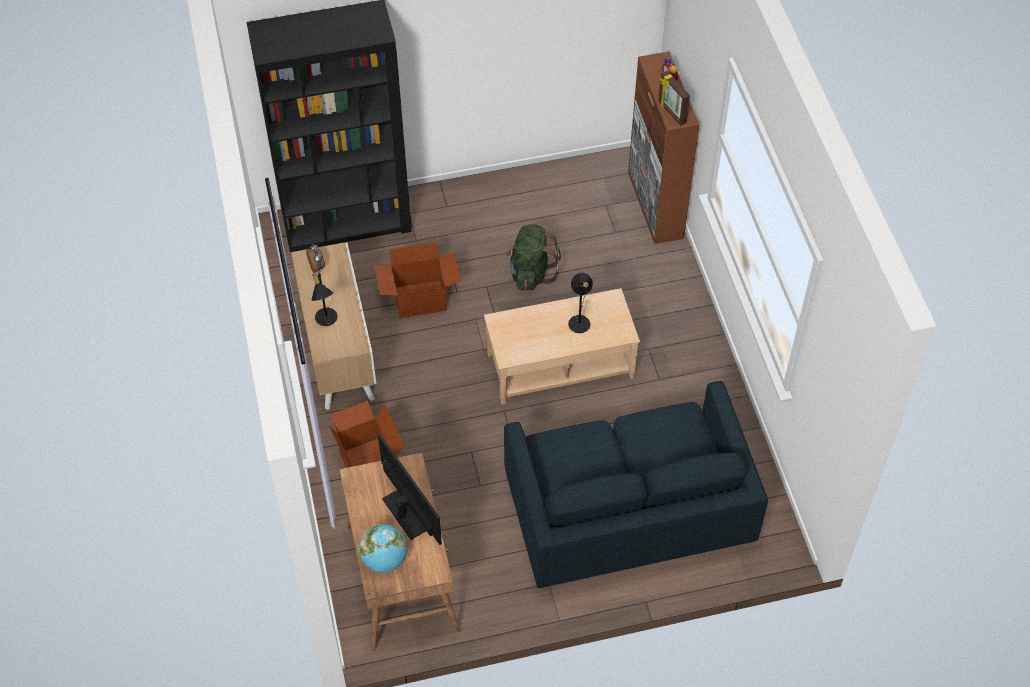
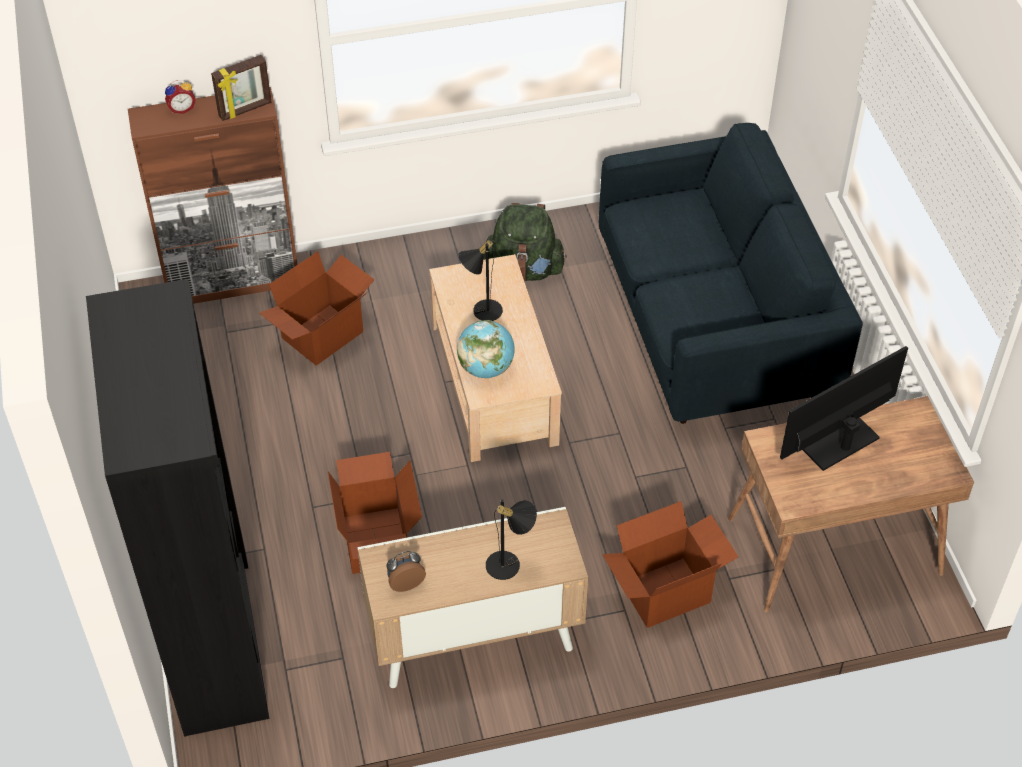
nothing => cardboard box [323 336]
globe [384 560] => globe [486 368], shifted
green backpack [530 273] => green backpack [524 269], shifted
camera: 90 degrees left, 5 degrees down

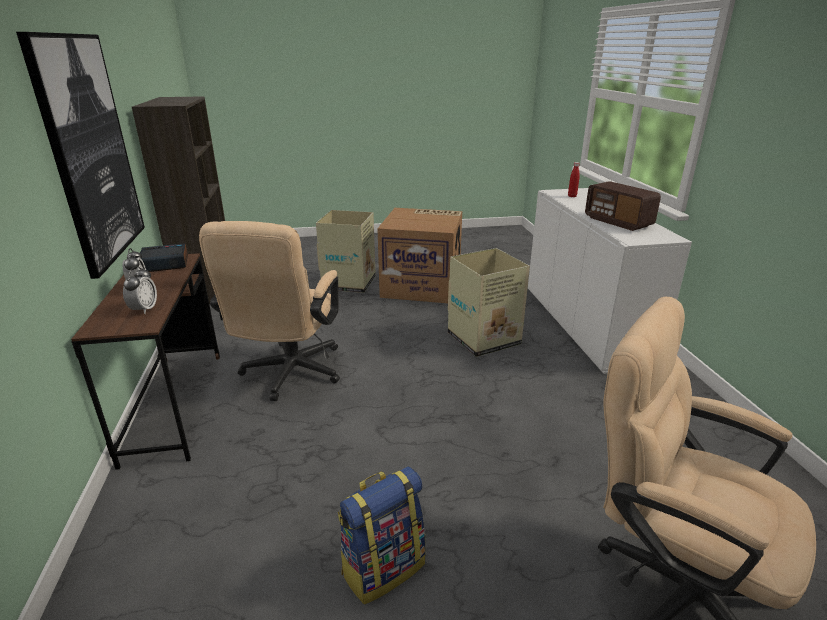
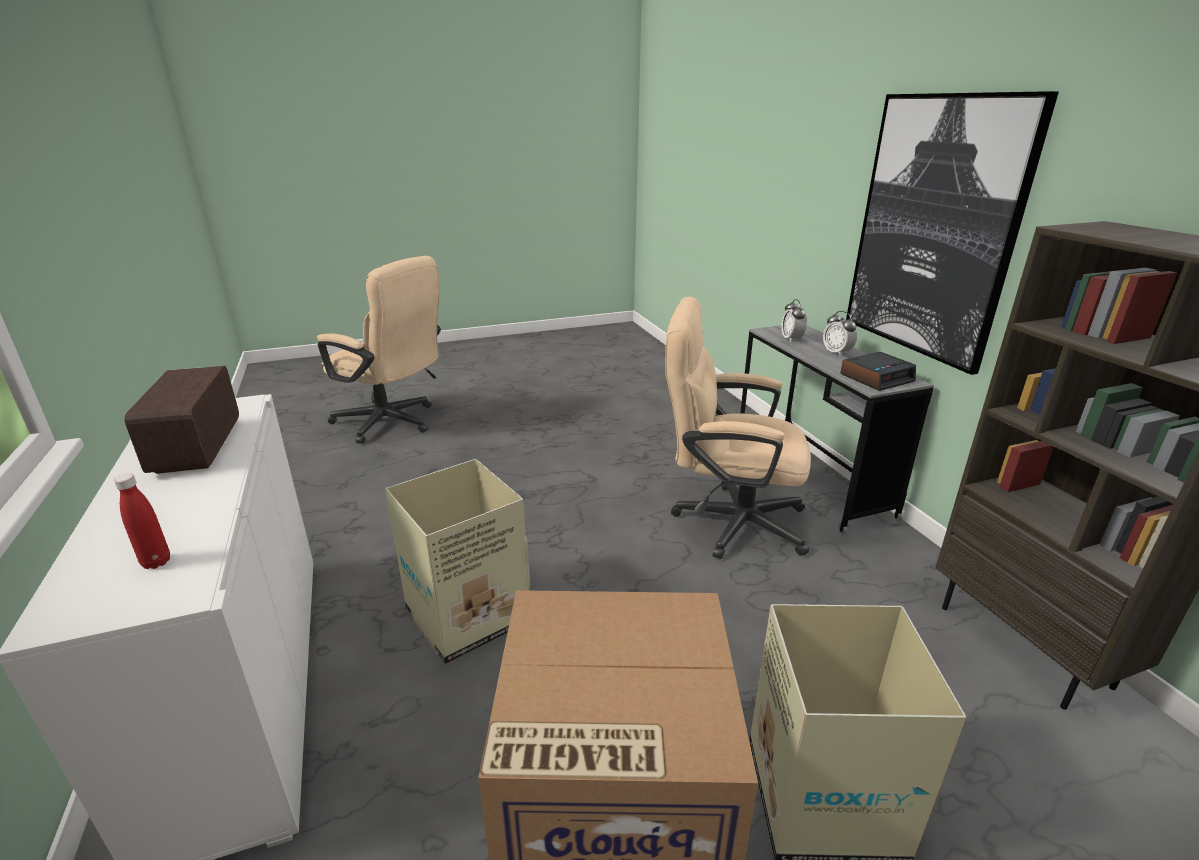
backpack [383 567] => nothing
brown desk [175 405] => grey desk [810 479]
beige office chair [289 375] => beige office chair [727 521], 75 degrees counterclockwise
radio [618 222] => radio [198 447], 150 degrees counterclockwise
camera: 170 degrees right, 0 degrees up

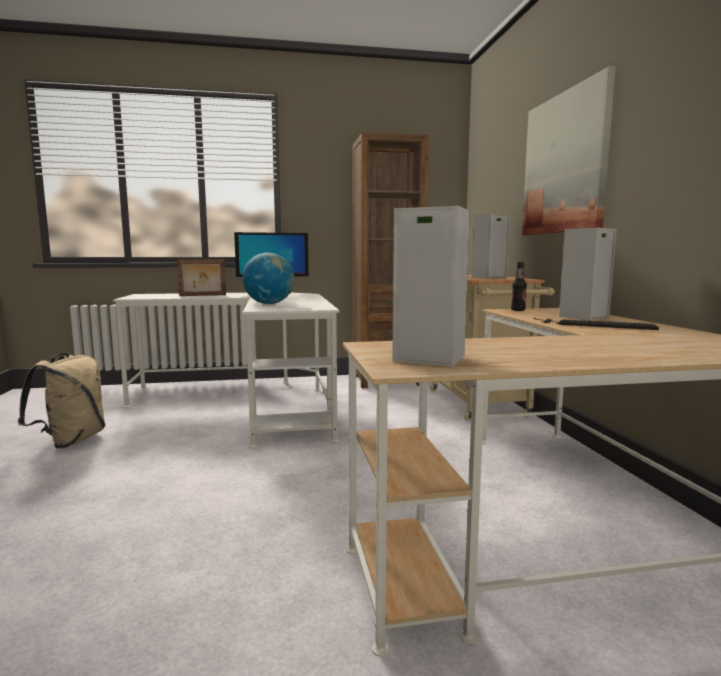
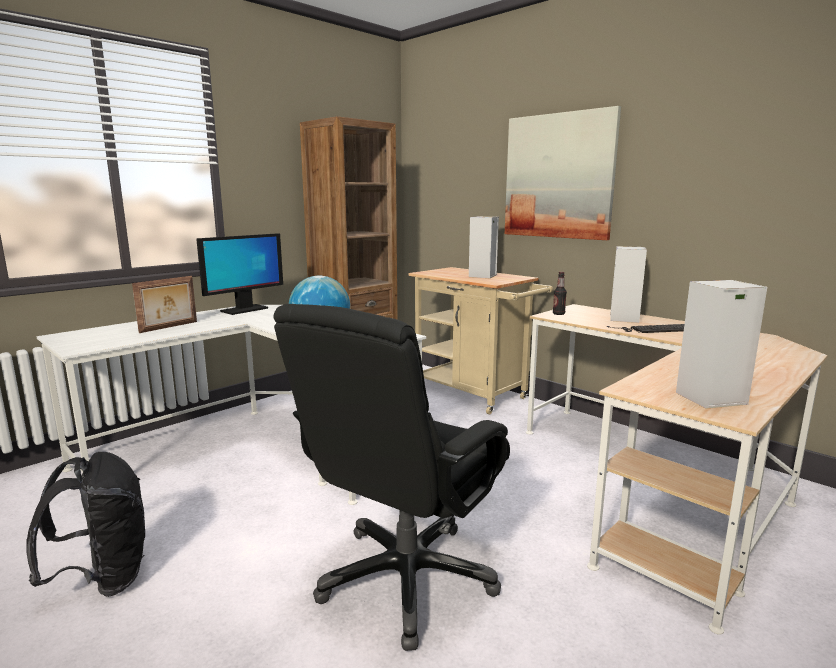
nothing => black office chair [406 578]
beige backpack [71 441] => black backpack [104 578]
camera: 35 degrees left, 5 degrees up

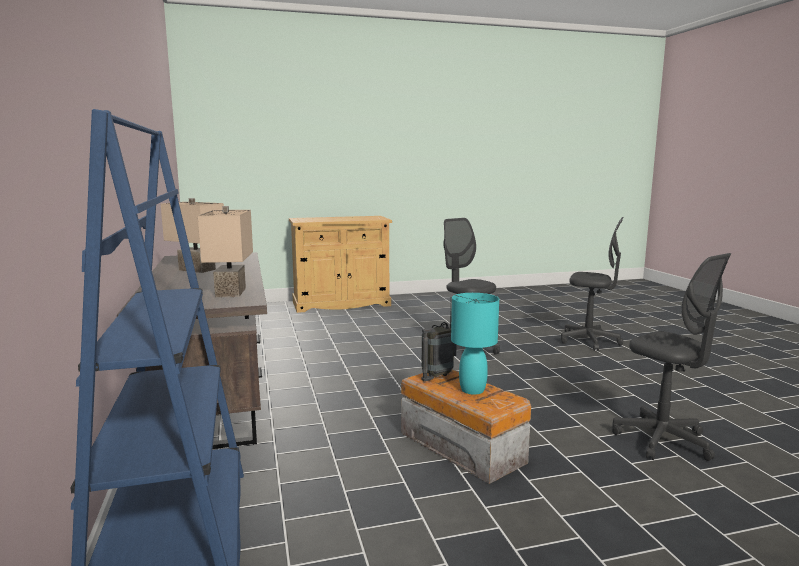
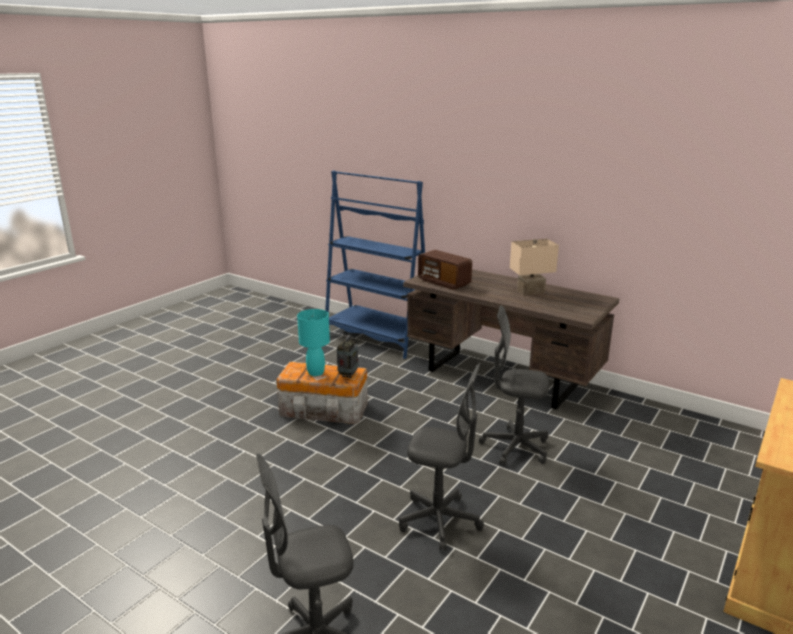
grey office chair [662 440] => grey office chair [515 447], shifted
beige table lamp [228 292] => radio [444 282]
camera: 140 degrees right, 10 degrees up

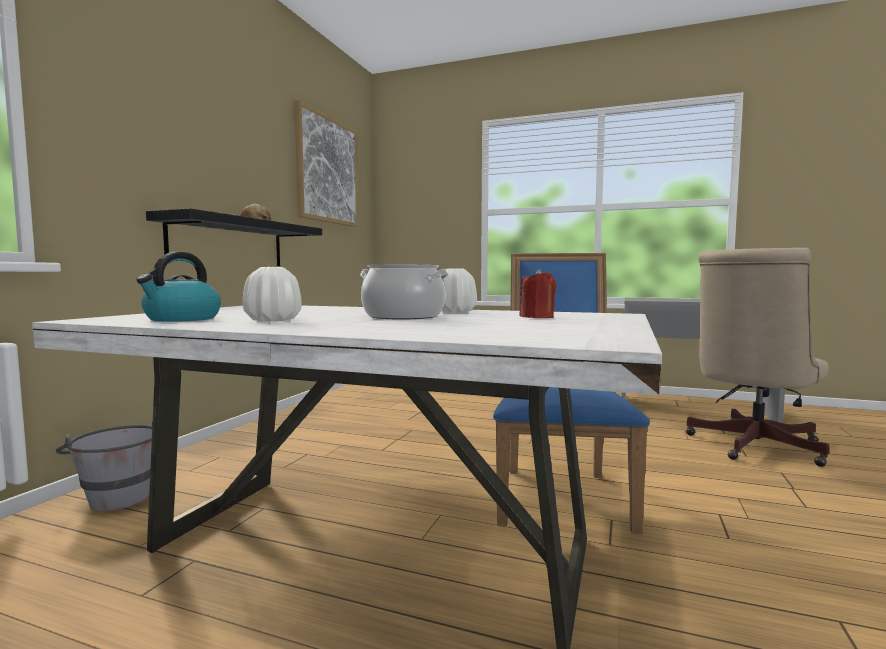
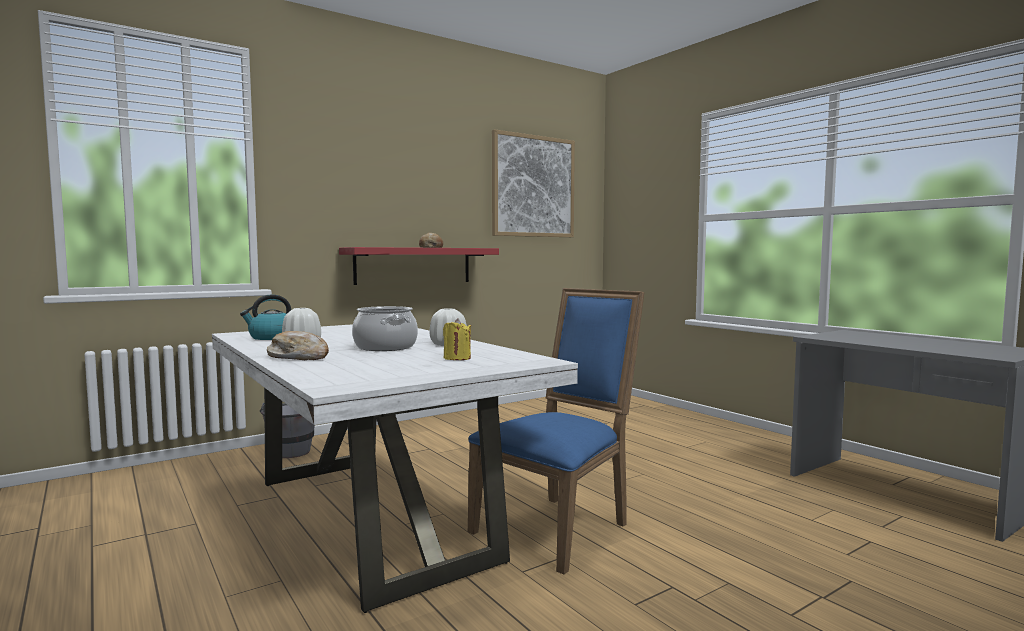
beige office chair [751 447] => nothing
nothing => bread [299 357]
black shelf [229 243] => red shelf [413 265]
red candle [537 317] => yellow candle [457 358]
camera: 35 degrees right, 0 degrees up

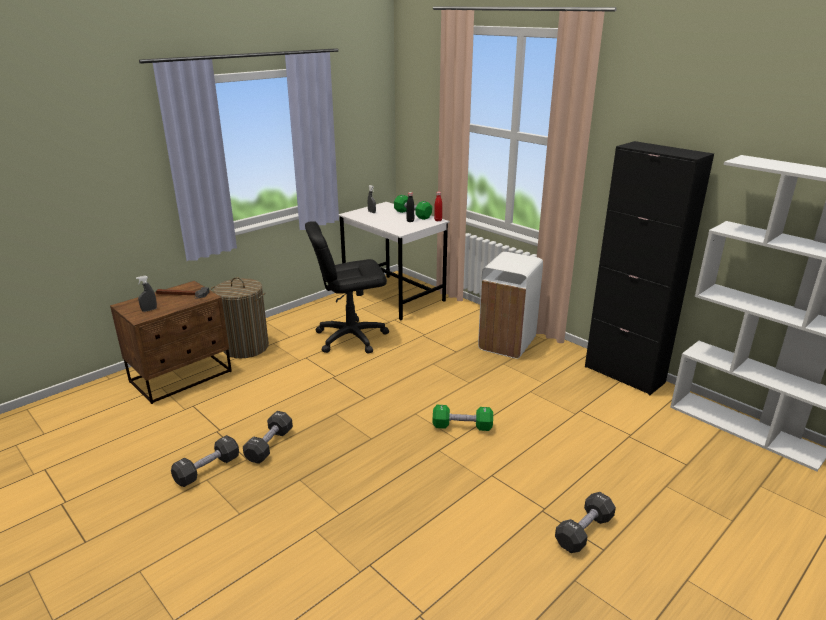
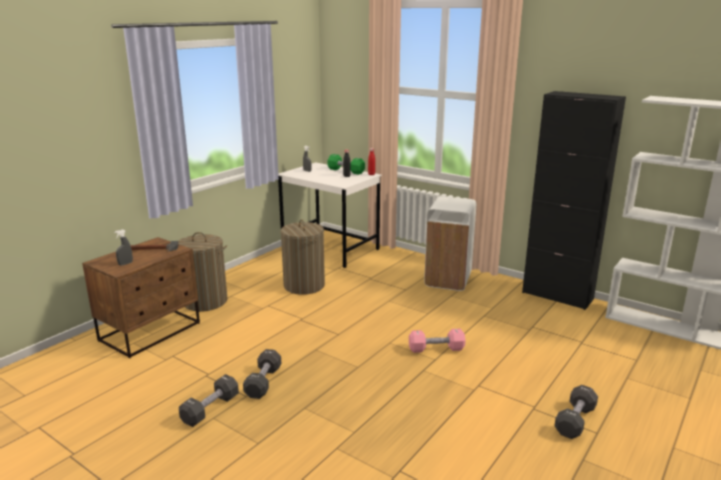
black office chair [351 337] => laundry basket [304 285]
green dumbbell [462 426] => pink dumbbell [436 349]
camera: 10 degrees left, 5 degrees down

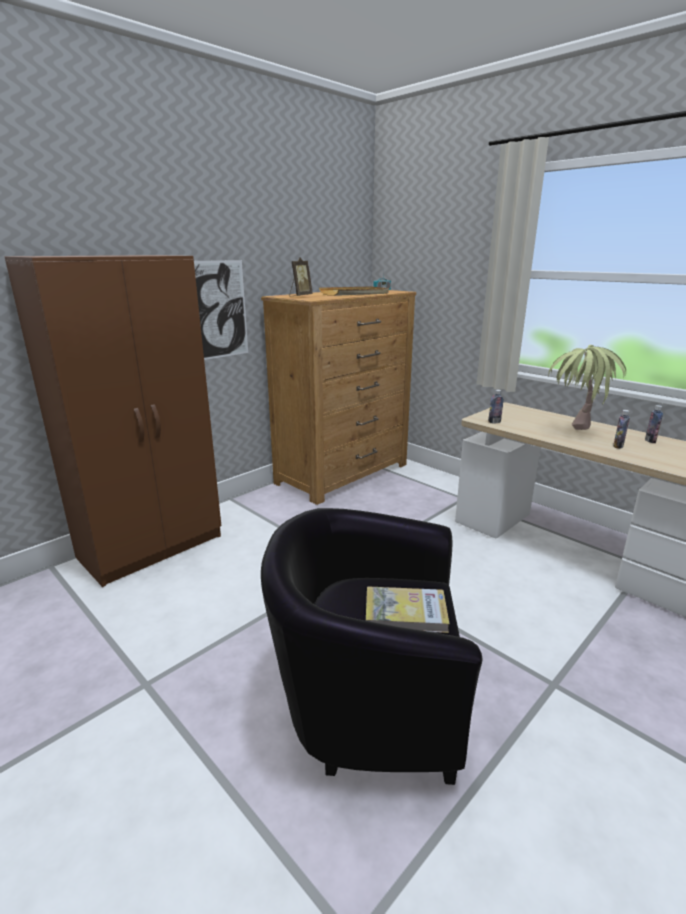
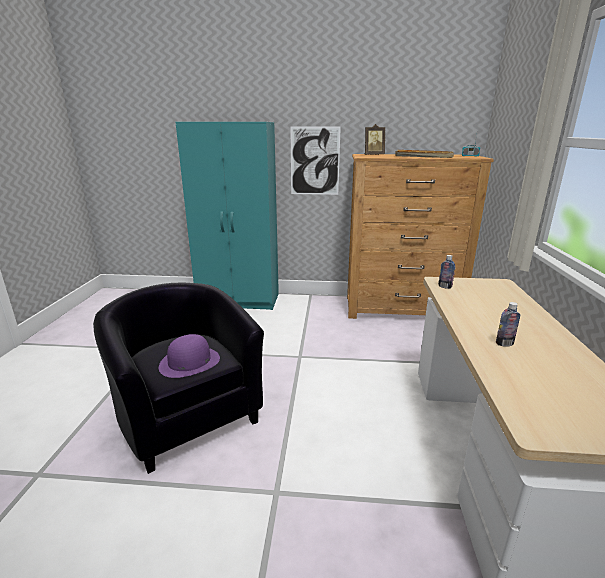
potted plant [573 434] => nothing
bottle [650 441] => nothing
book [405 613] => purple hat [189 362]
brown wardrobe [153 547] => turquoise wardrobe [239 300]
camera: 50 degrees right, 0 degrees up

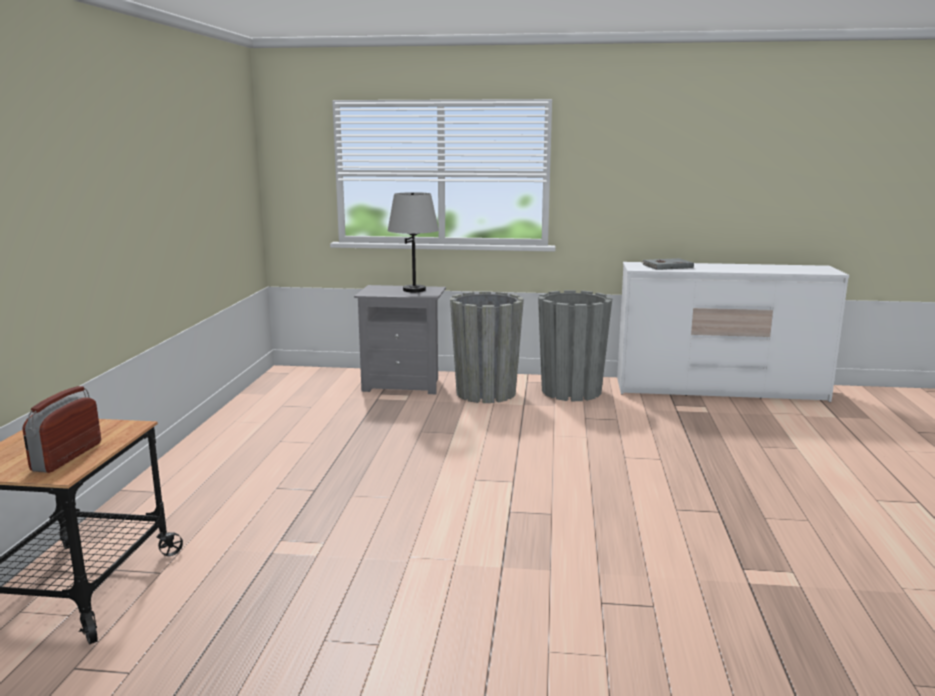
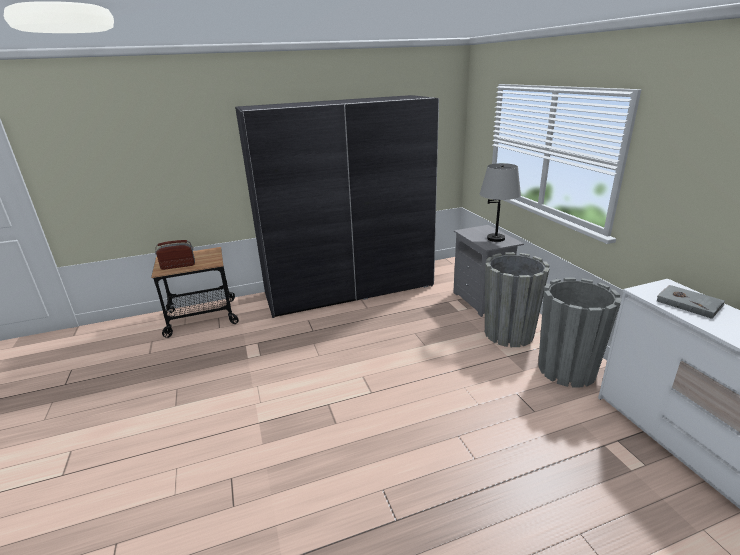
nothing => grey wardrobe [349 289]
camera: 65 degrees right, 10 degrees up

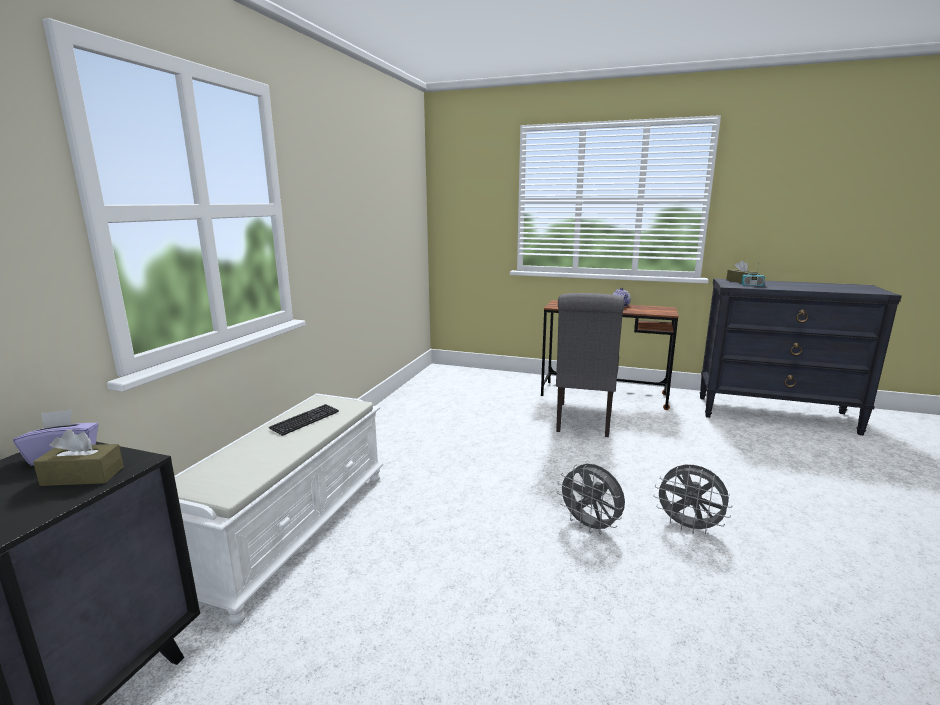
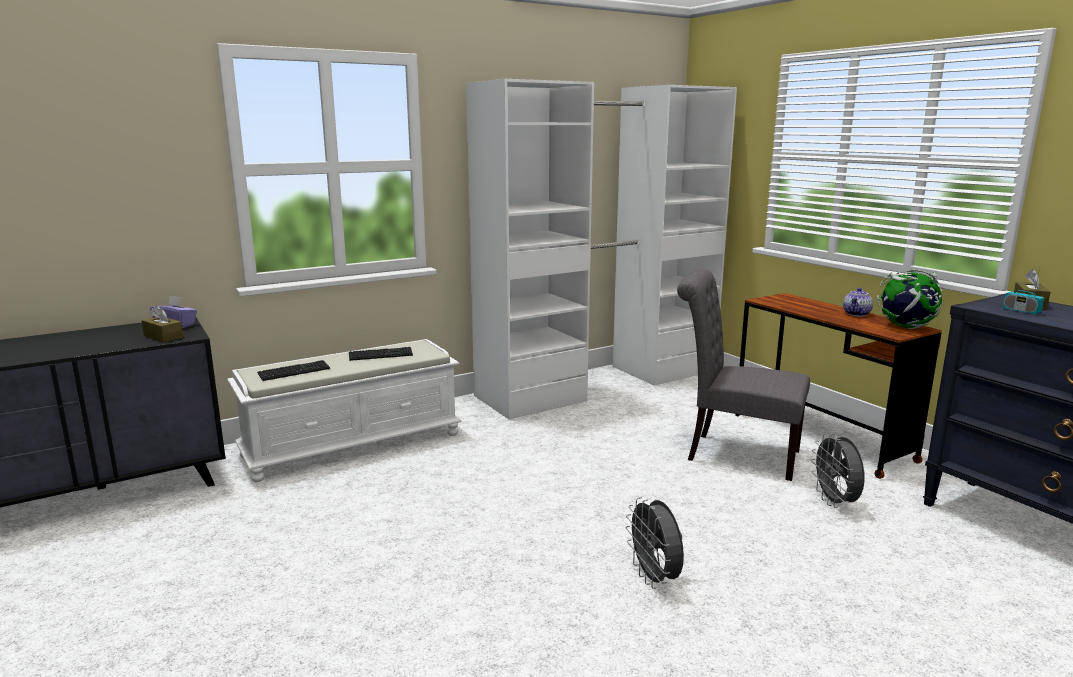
nothing => keyboard [294 372]
nothing => white wardrobe [601 382]
nothing => globe [905 327]
grey fan [590 526] => grey fan [835 502], shifted
grey chair [583 421] => grey chair [735 454], 60 degrees clockwise
camera: 40 degrees right, 0 degrees up

